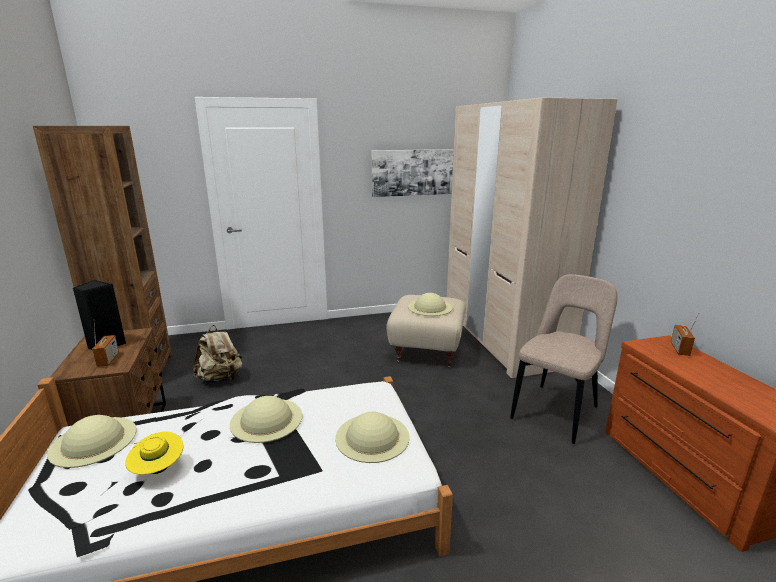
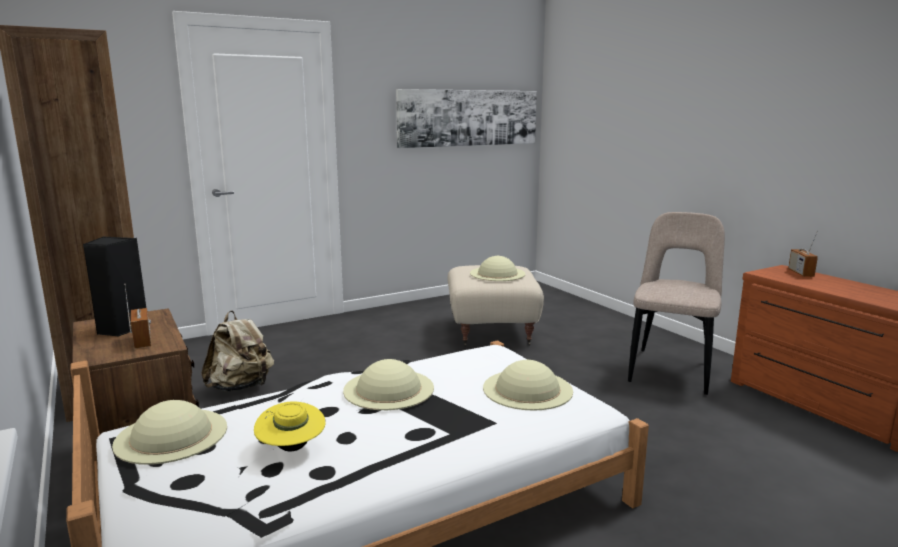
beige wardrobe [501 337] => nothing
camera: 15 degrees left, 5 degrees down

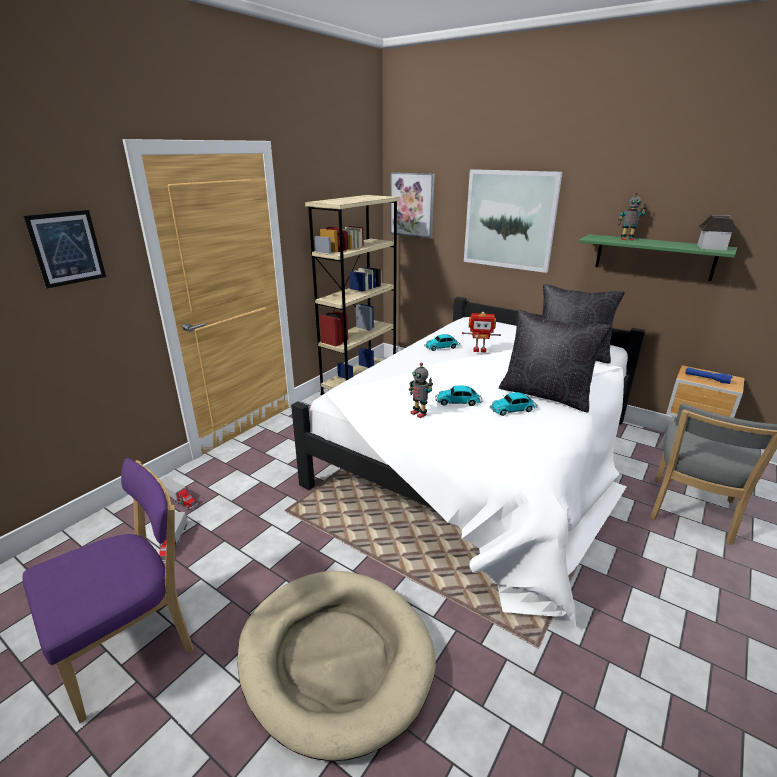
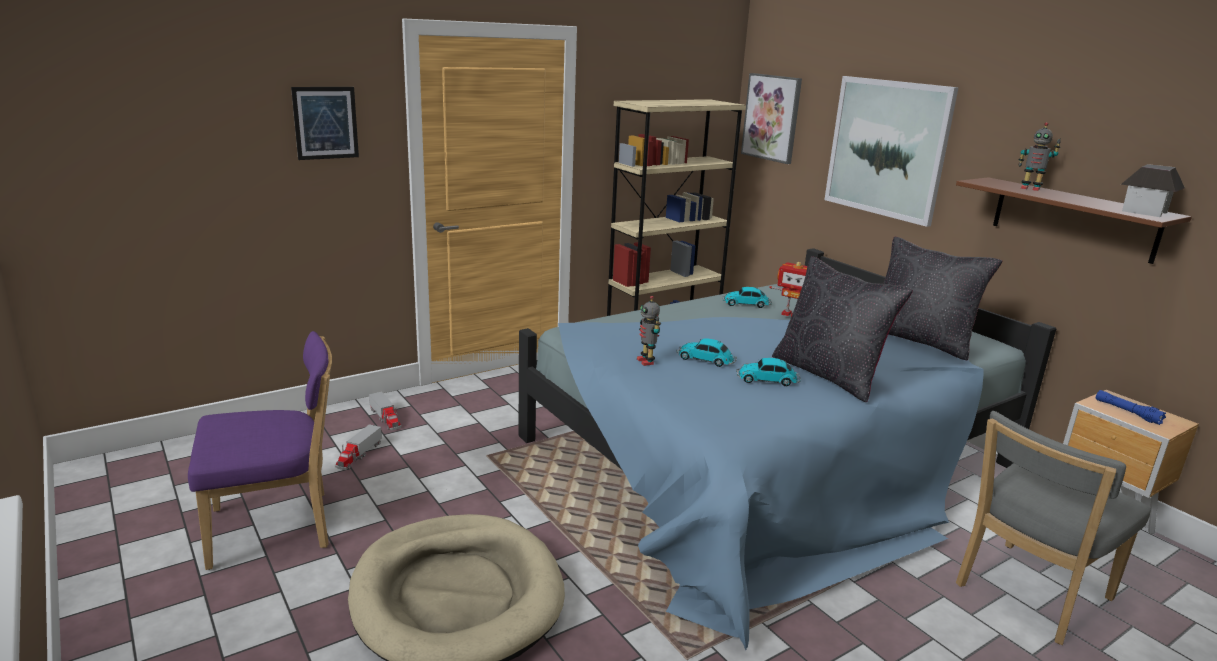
white bed [483 458] => blue bed [768 461]
green shelf [654 257] => brown shelf [1073 219]
camera: 20 degrees right, 5 degrees down

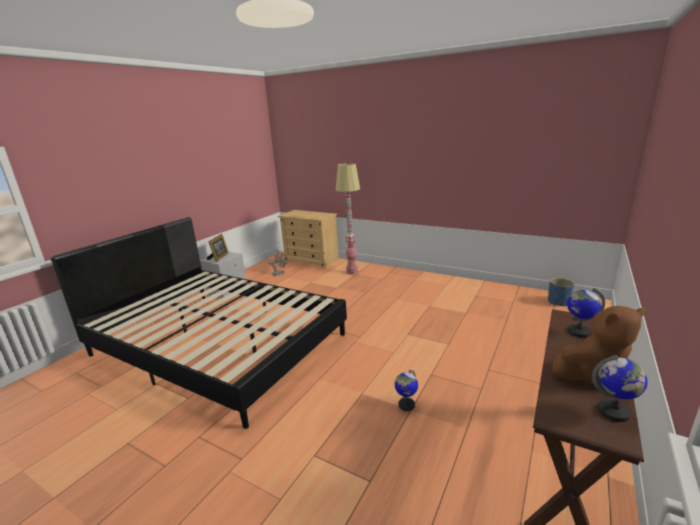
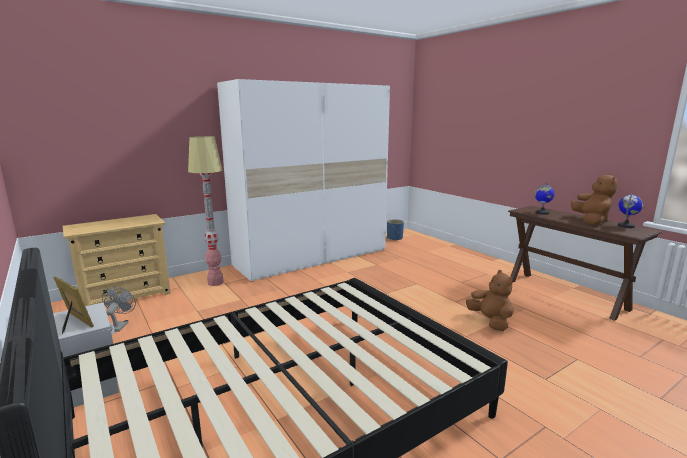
nothing => white wardrobe [312 257]
globe [406 405] => brown plush toy [490 321]
camera: 65 degrees left, 5 degrees down

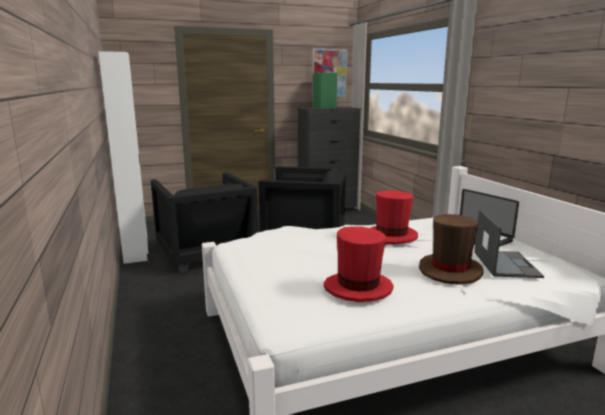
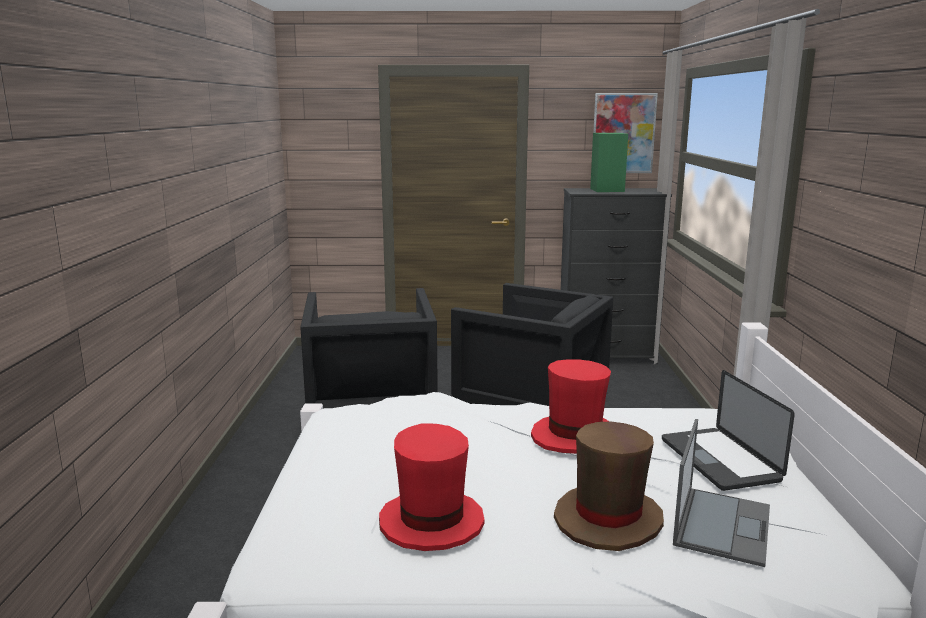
white wardrobe [136 252] => nothing
camera: 20 degrees right, 0 degrees up

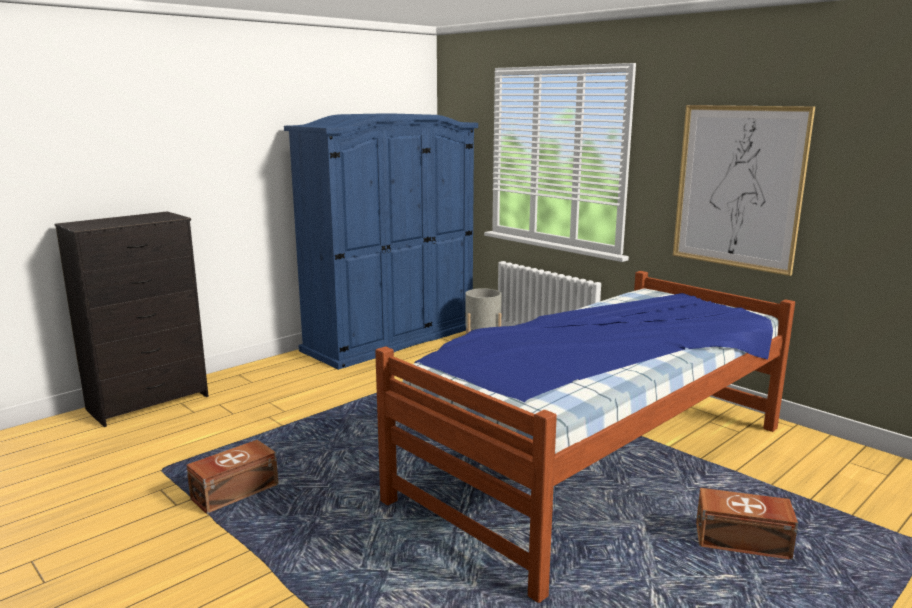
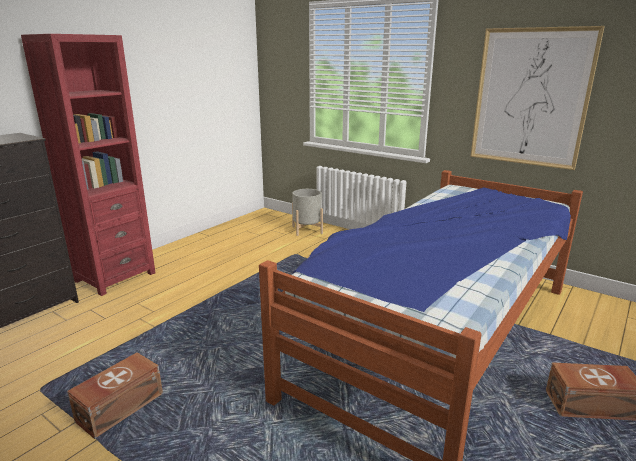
blue wardrobe [391 338] => nothing
nothing => red bookcase [115 277]
camera: 10 degrees left, 5 degrees up

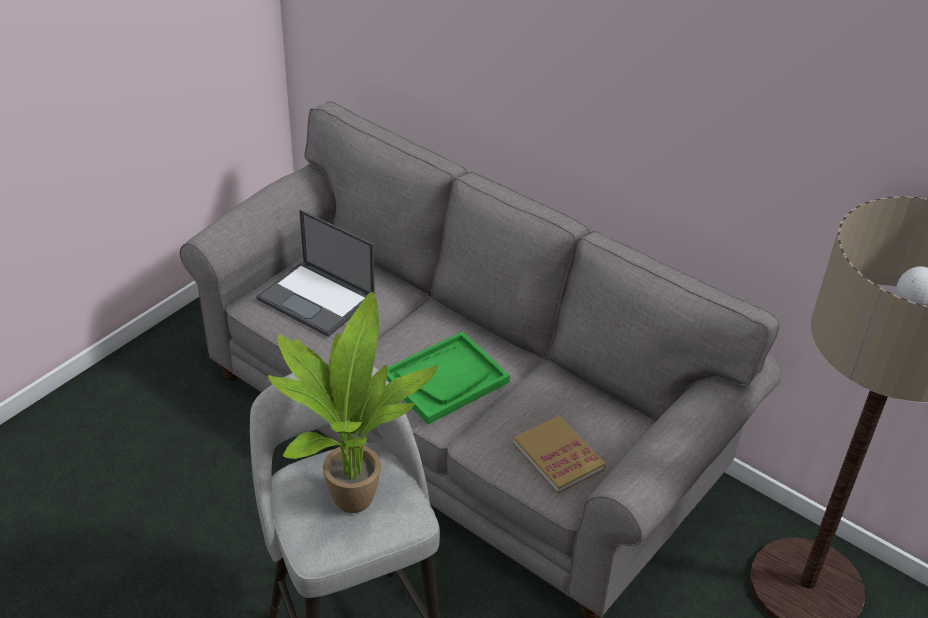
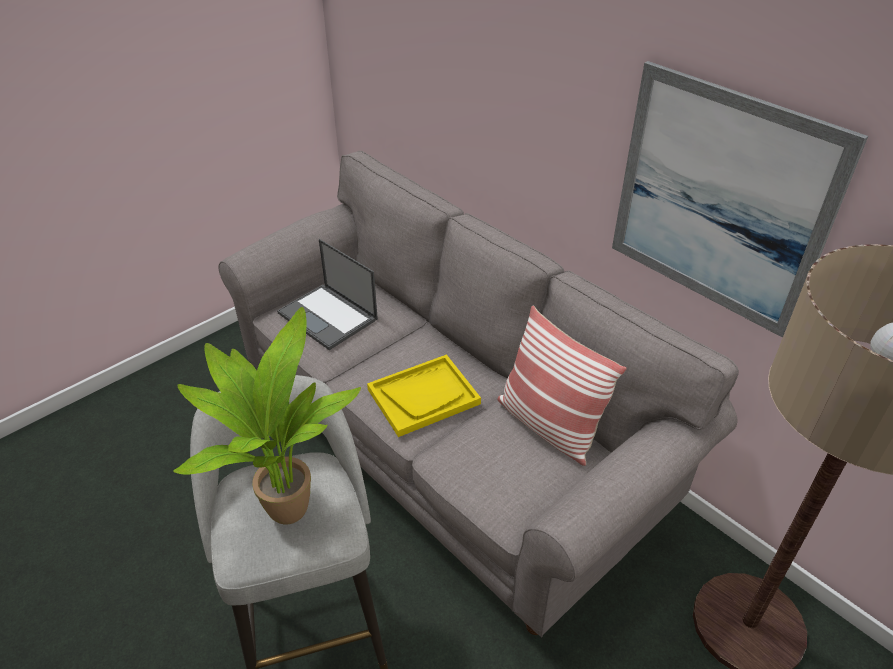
book [558 456] => nothing
nothing => pillow [548 425]
nothing => picture [719 200]
green tray [445 379] => yellow tray [423 396]
camera: 10 degrees right, 0 degrees up

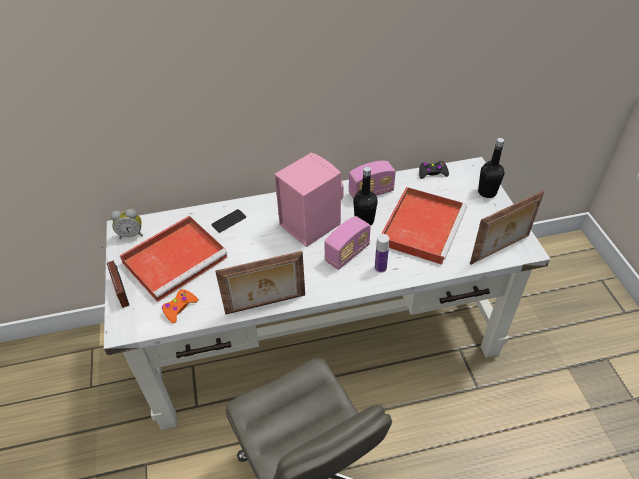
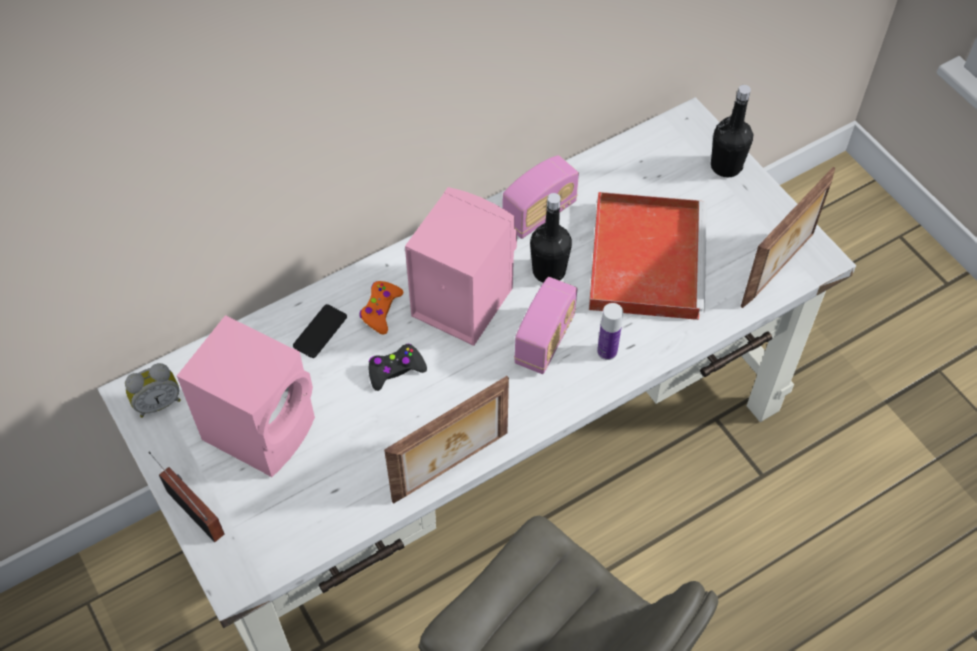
orange game controller [179 308] => orange game controller [381 310], shifted
black game controller [432 173] => black game controller [395 370], shifted
red tray [176 258] => pink speaker [262 427]
camera: 20 degrees left, 10 degrees up

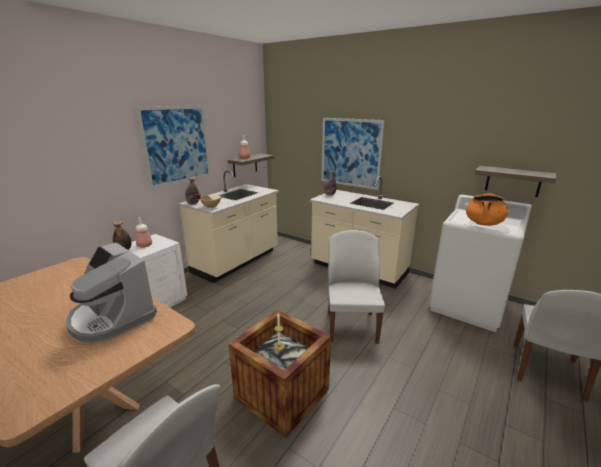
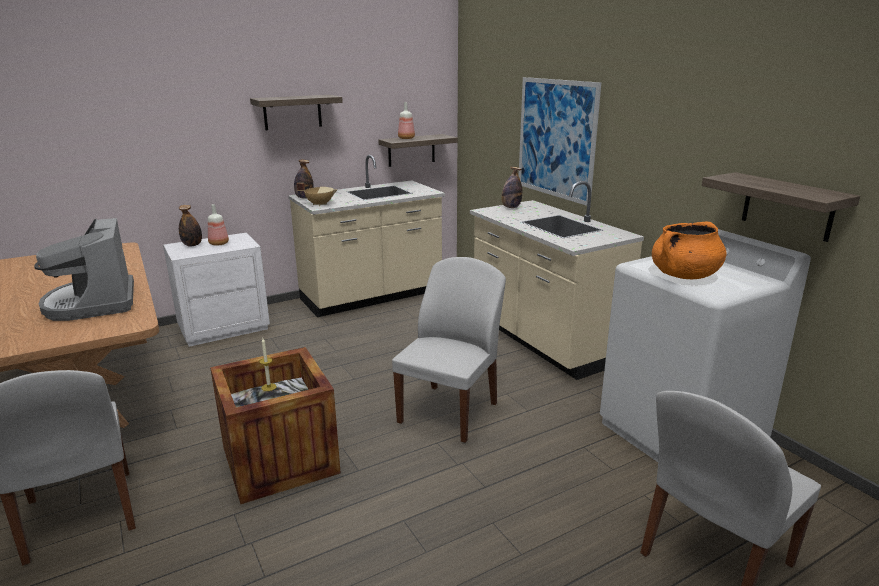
picture [177 145] => shelf [292 112]
camera: 25 degrees right, 0 degrees up

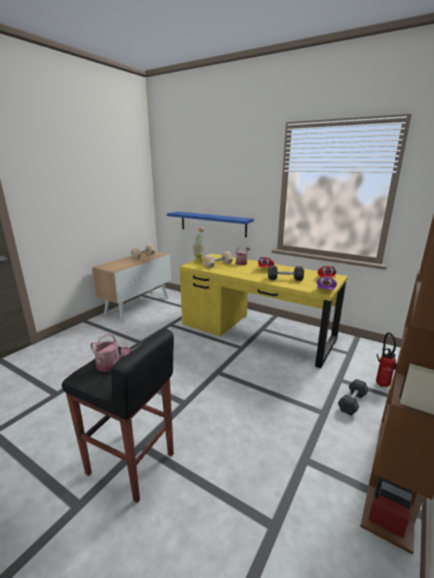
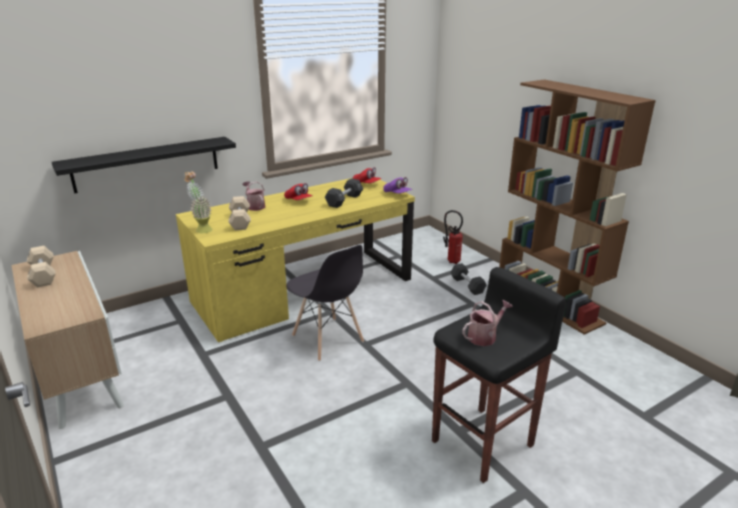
nothing => grey chair [328 339]
blue shelf [212 223] => black shelf [147 164]
camera: 65 degrees left, 5 degrees up

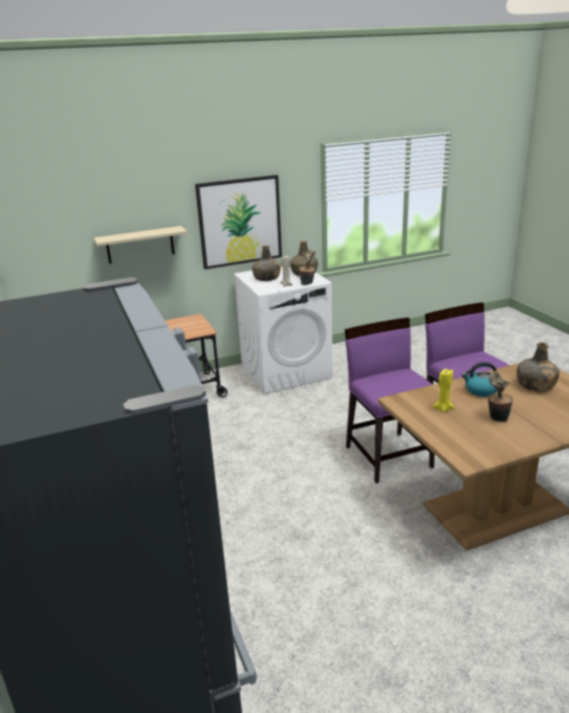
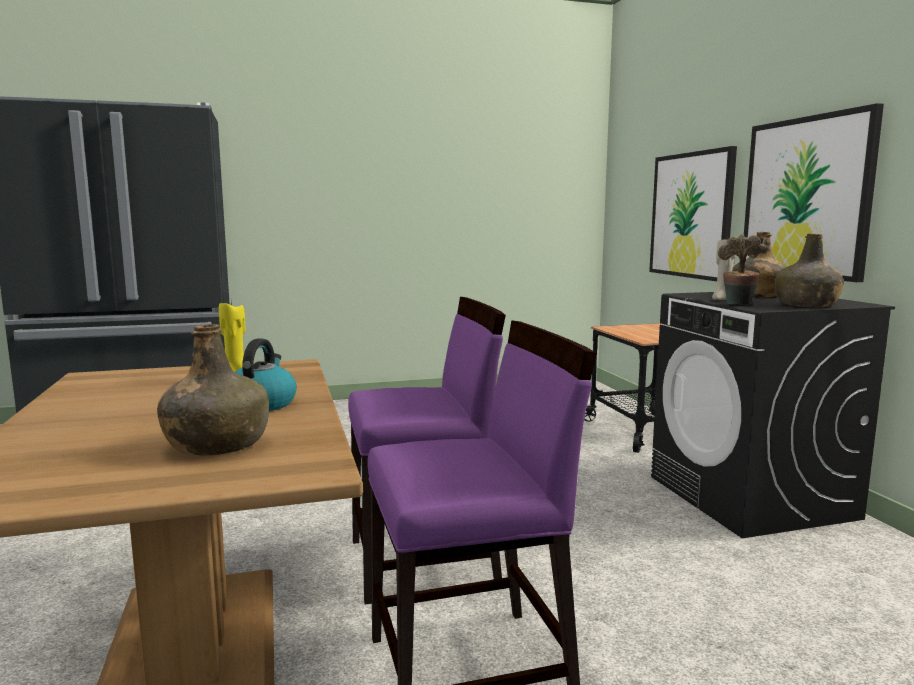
potted plant [496 418] => nothing
beige shelf [140 245] => picture [691 215]
white washing machine [286 371] => black washing machine [751 497]
camera: 95 degrees right, 15 degrees down

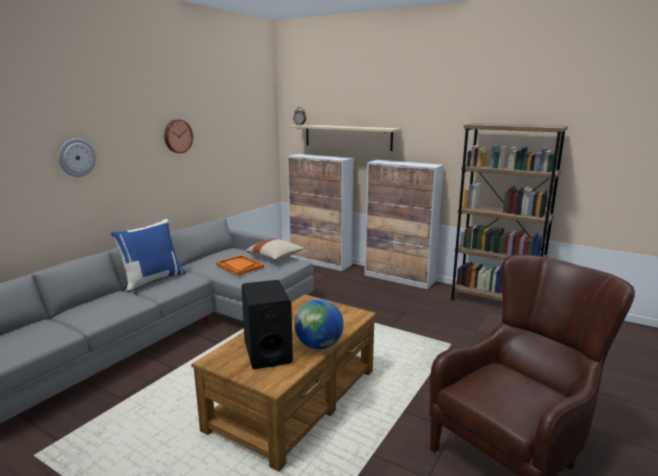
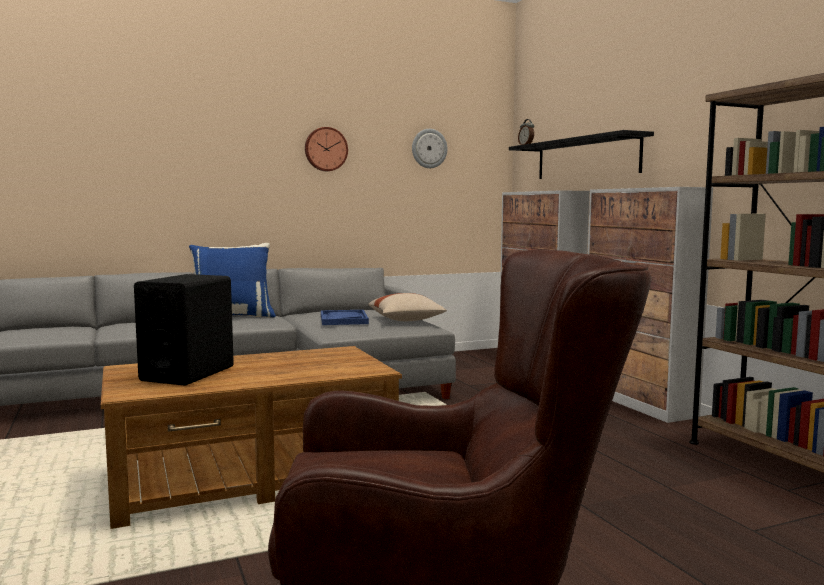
globe [319 346] => nothing
wall clock [77 157] => wall clock [429 148], shifted
orange tray [239 266] => blue tray [343 319]
beige shelf [347 137] => black shelf [586 158]
camera: 35 degrees right, 10 degrees down

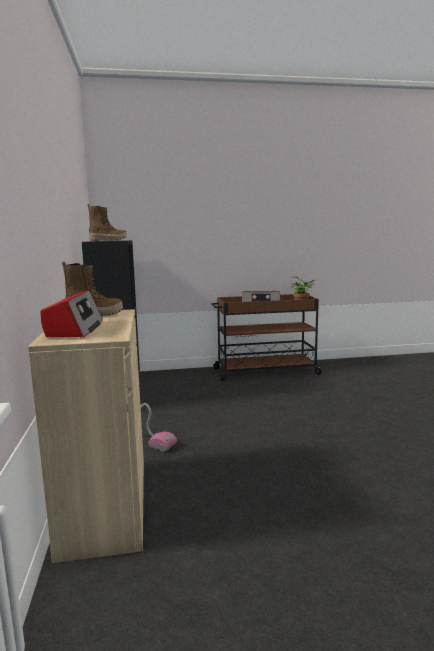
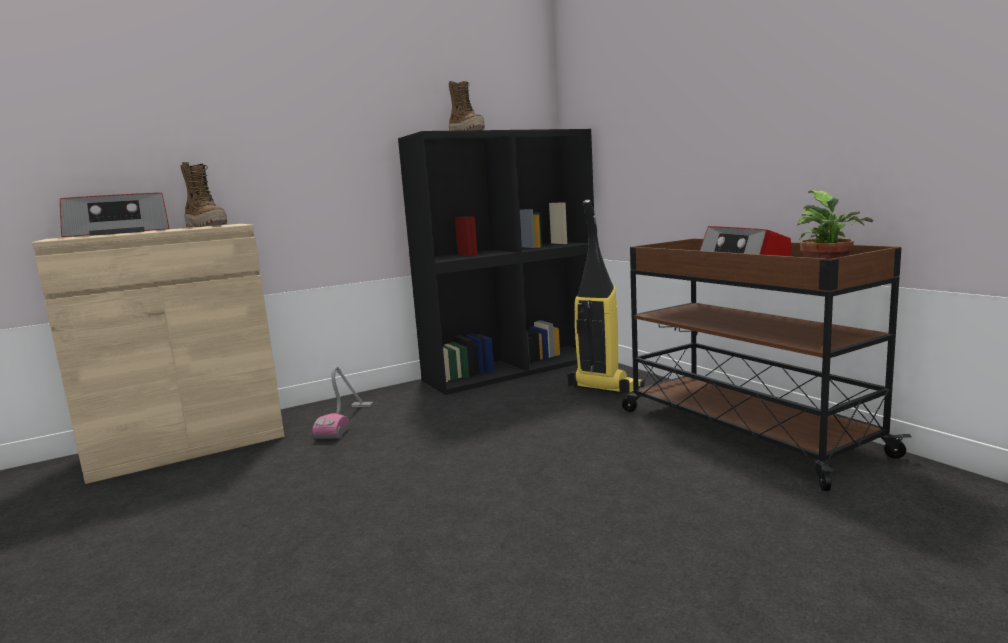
nothing => vacuum cleaner [604 388]
camera: 70 degrees right, 0 degrees up

